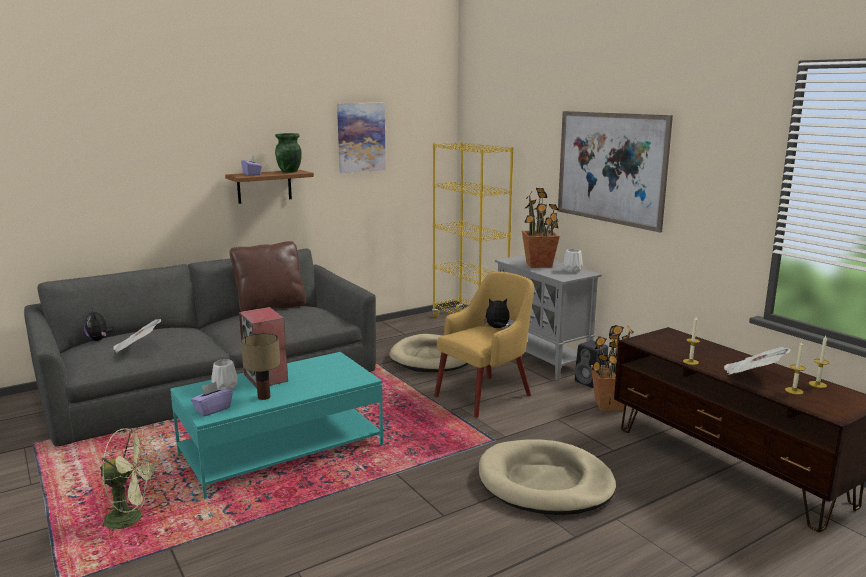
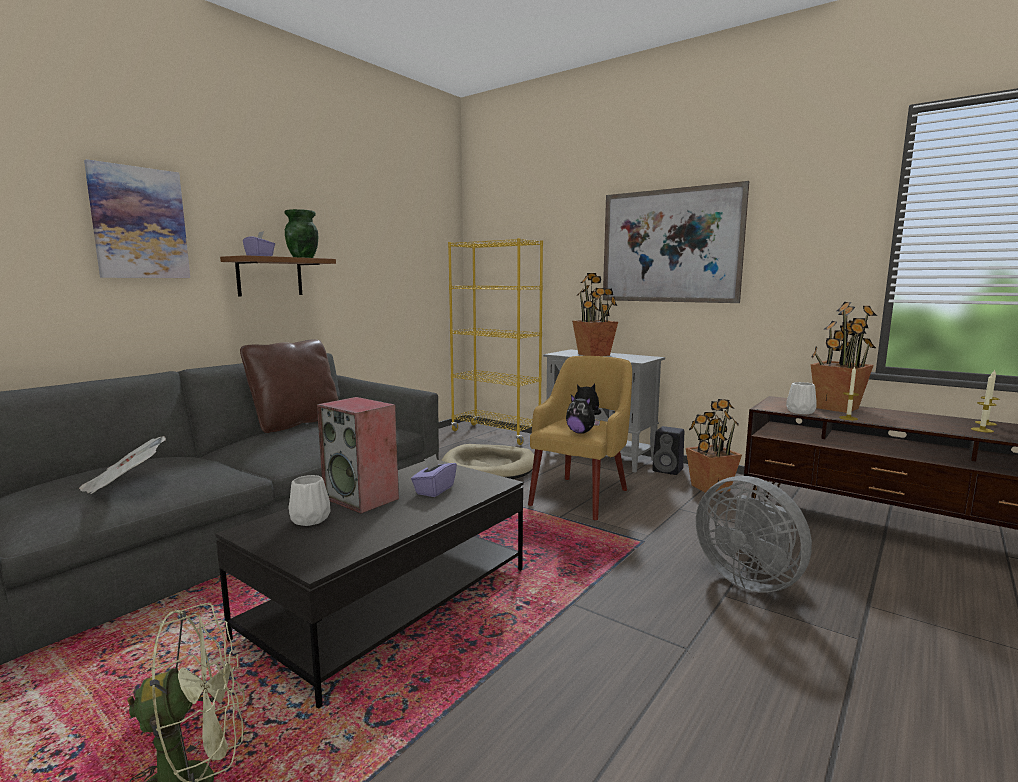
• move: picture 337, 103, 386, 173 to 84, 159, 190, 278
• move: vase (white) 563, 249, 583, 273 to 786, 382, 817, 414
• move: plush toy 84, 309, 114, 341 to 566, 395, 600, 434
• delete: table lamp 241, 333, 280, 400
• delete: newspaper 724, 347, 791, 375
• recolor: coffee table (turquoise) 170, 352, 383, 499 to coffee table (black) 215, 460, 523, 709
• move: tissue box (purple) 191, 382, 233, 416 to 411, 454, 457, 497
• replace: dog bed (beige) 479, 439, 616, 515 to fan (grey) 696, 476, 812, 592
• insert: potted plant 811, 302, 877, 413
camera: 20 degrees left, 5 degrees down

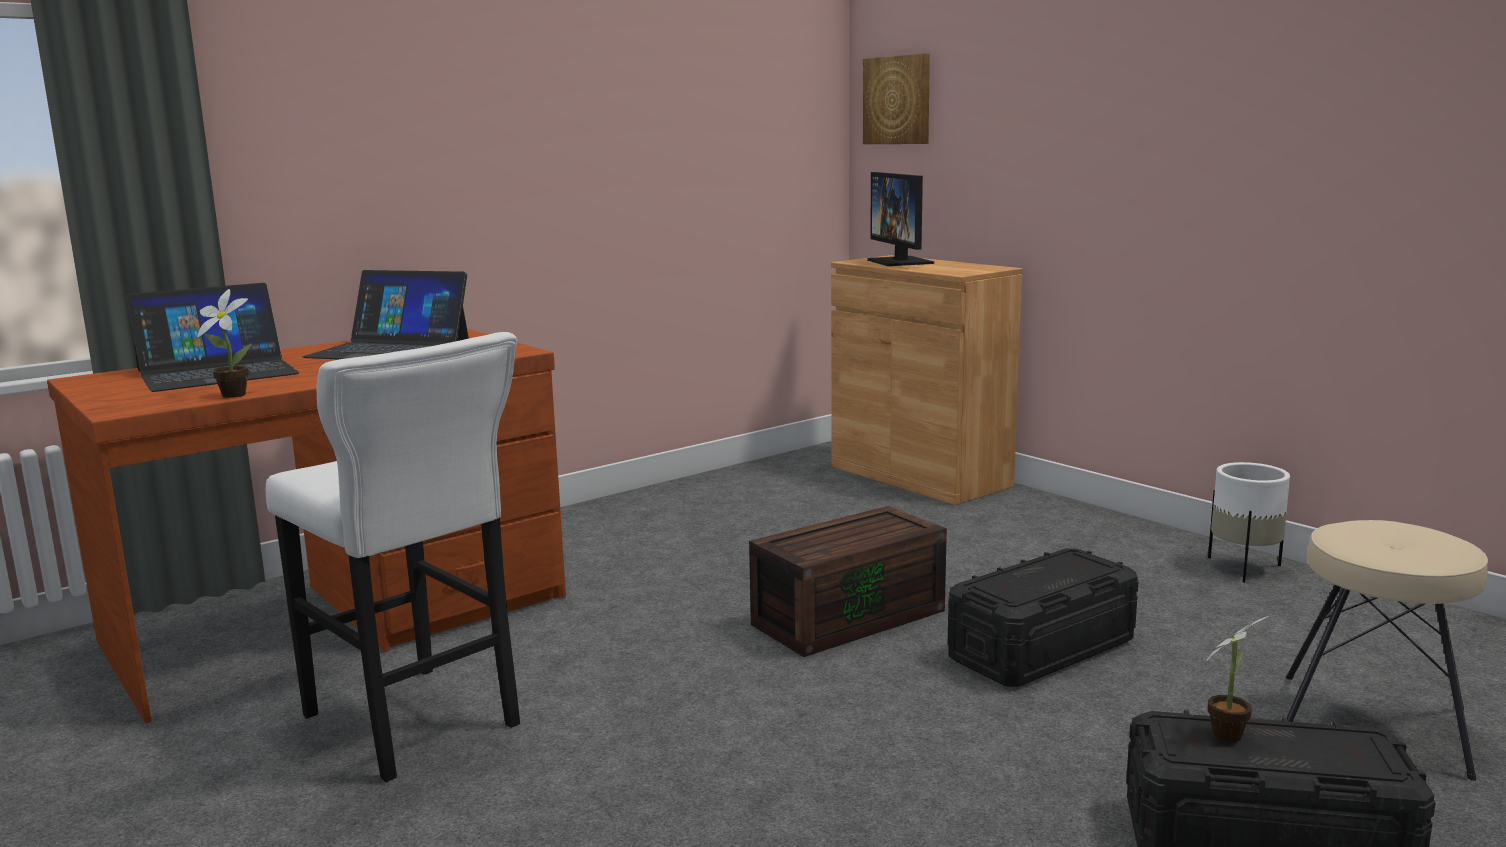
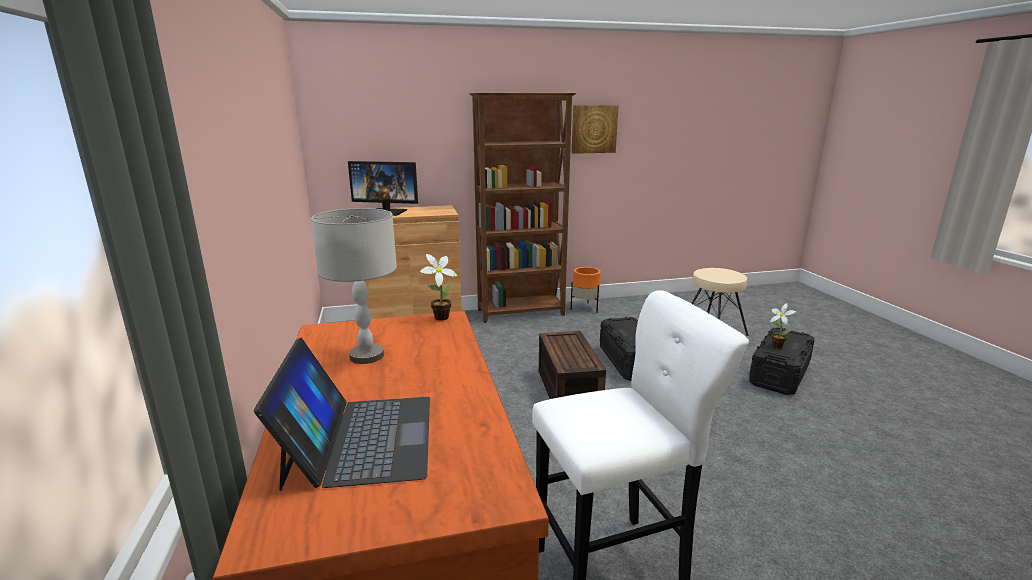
• move: picture 863, 53, 930, 144 to 572, 105, 619, 154
• replace: laptop 302, 270, 469, 359 to table lamp (grey) 311, 208, 397, 364
• move: potted plant 197, 289, 252, 398 to 420, 254, 457, 321
• recolor: planter (white) 1208, 462, 1290, 583 to planter (orange) 571, 267, 601, 313
• insert: bookcase (brown) 469, 93, 577, 323
camera: 65 degrees left, 5 degrees up

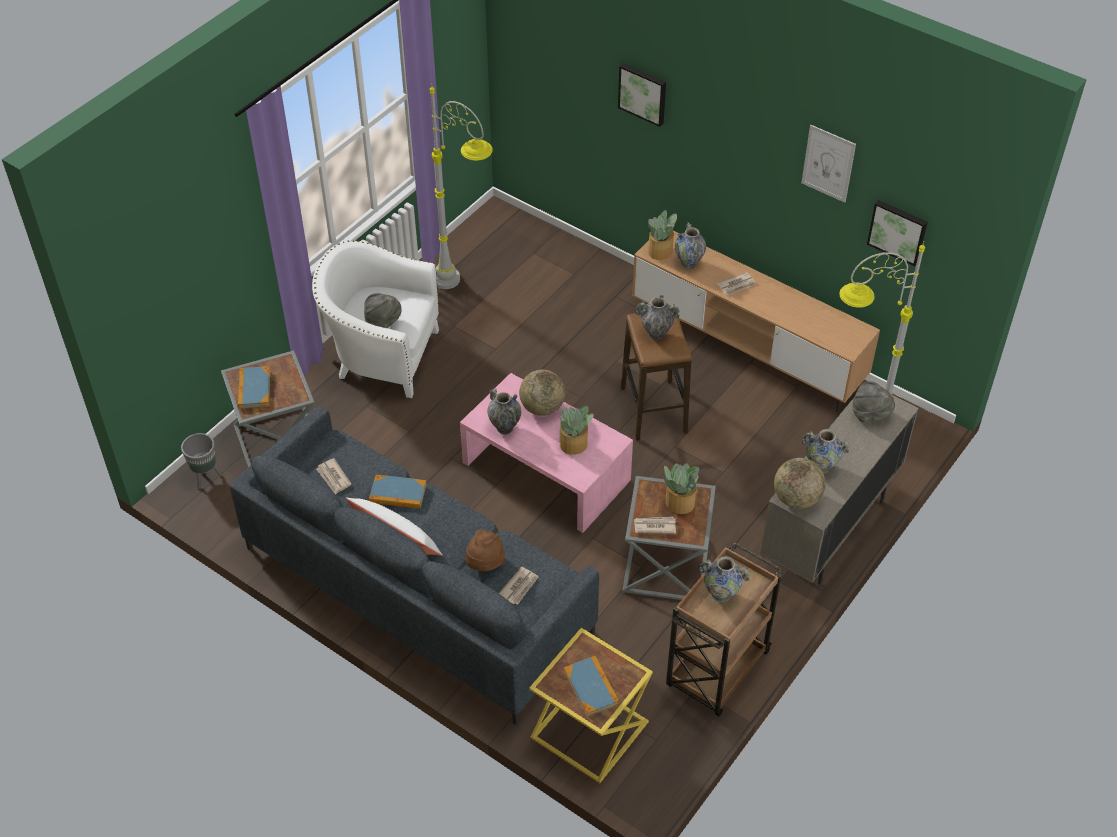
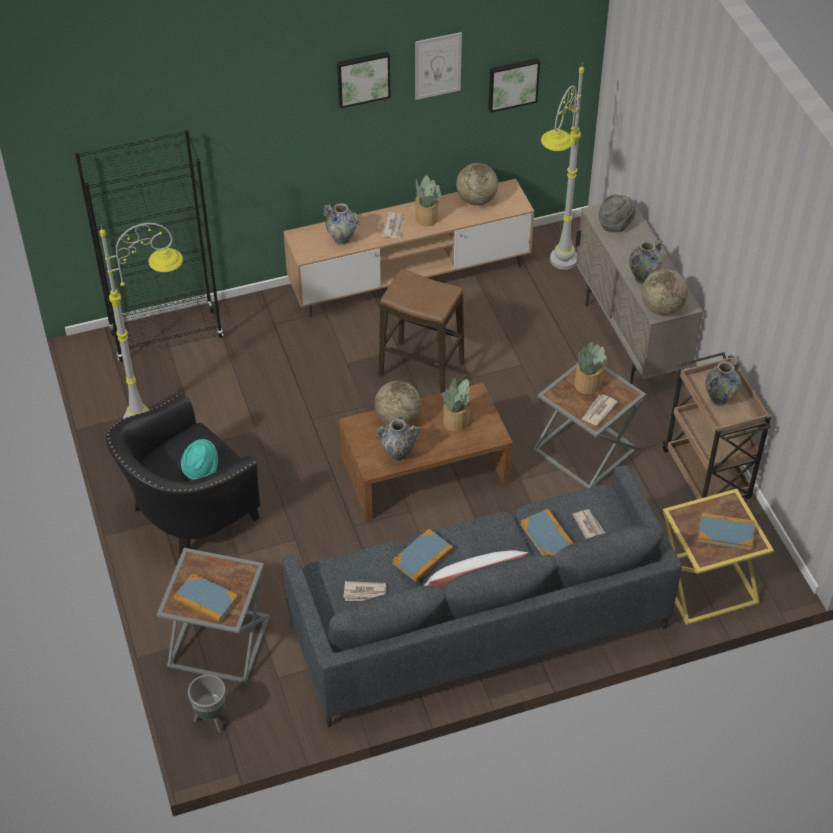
• move: picture 618, 63, 666, 127 to 337, 52, 391, 108
• move: potted plant 648, 210, 677, 260 to 415, 175, 441, 227
• recolor: armchair (white) 312, 241, 439, 398 to armchair (black) 106, 393, 260, 556
• recolor: hat (grey) 364, 293, 402, 328 to hat (turquoise) 181, 439, 218, 480
• delete: vase 636, 295, 680, 340
• recolor: coffee table (pink) 460, 373, 633, 533 to coffee table (brown) 339, 383, 512, 521
• replace: hat (brown) 465, 530, 505, 571 to book 520, 509, 573, 556
• insert: bookcase (black) 75, 130, 223, 361
• insert: globe 456, 163, 498, 206
camera: 55 degrees left, 0 degrees up

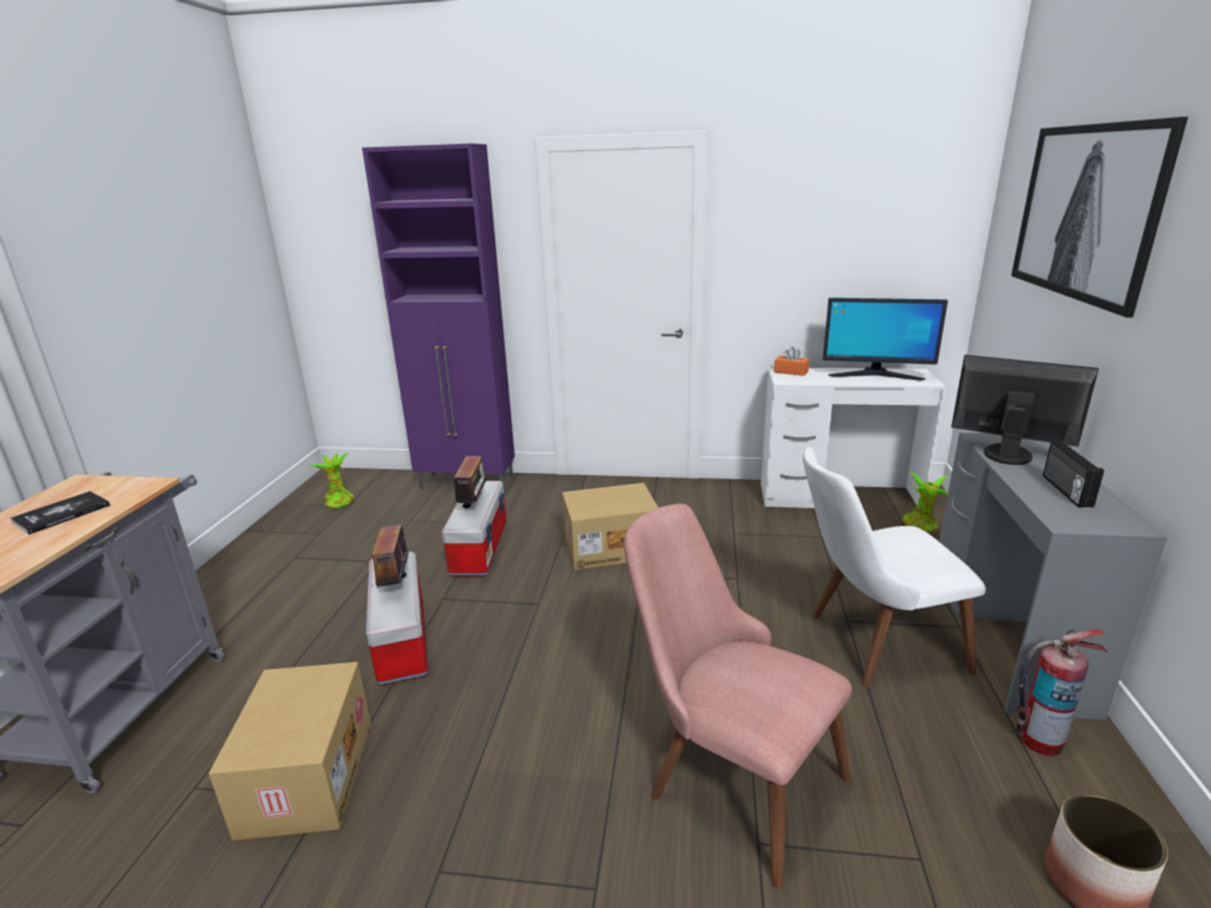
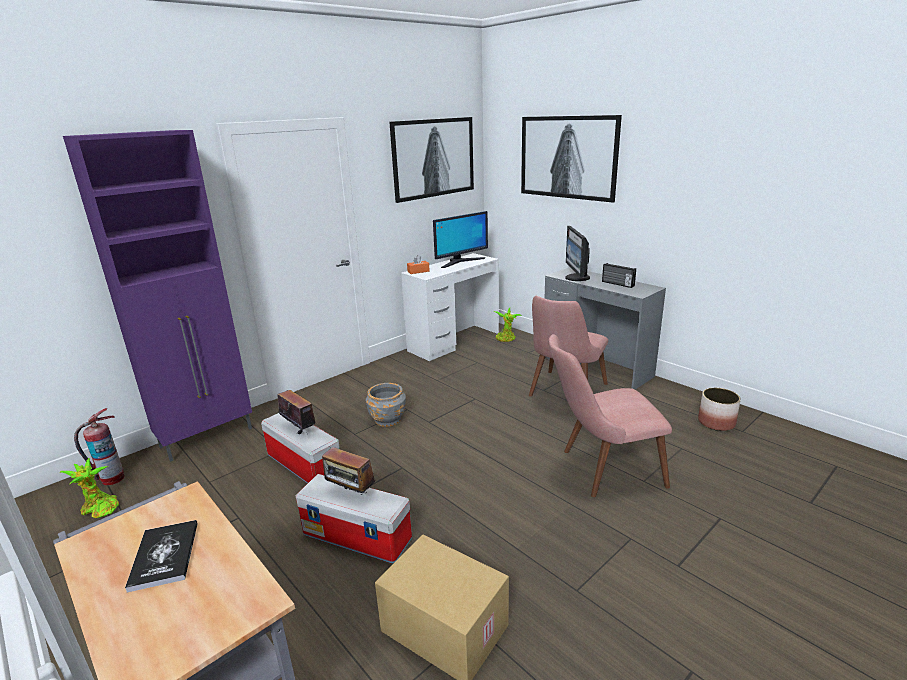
• rotate: monitor 951, 355, 1099, 465 = 565, 226, 590, 281 75 degrees counterclockwise
• recolor: chair (white) 803, 447, 986, 687 to chair (pink) 529, 296, 608, 397
• replace: cardboard box 562, 483, 659, 570 to planter (grey) 366, 383, 406, 427
• move: fire extinguisher 1016, 630, 1108, 757 to 74, 408, 125, 485
• insert: picture 389, 117, 474, 203
camera: 50 degrees left, 0 degrees up

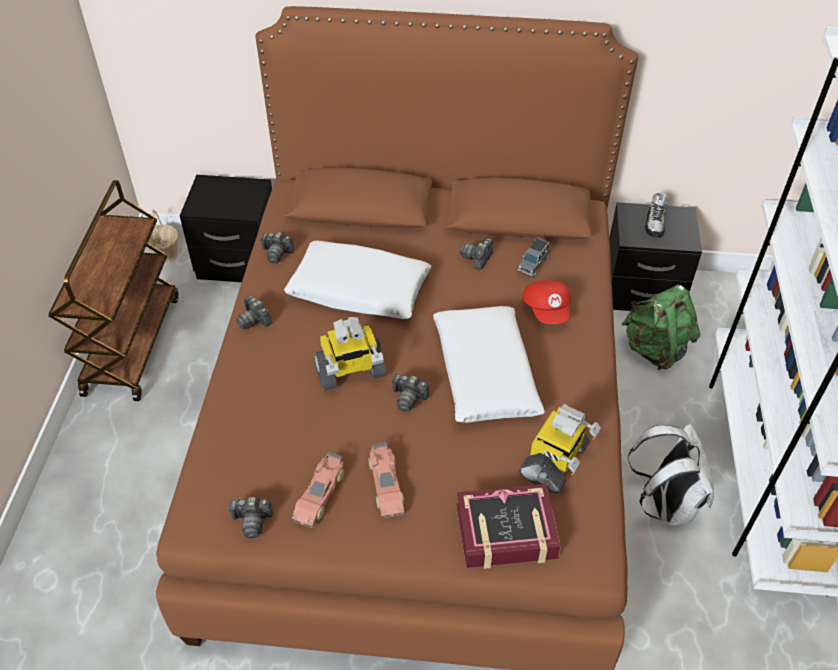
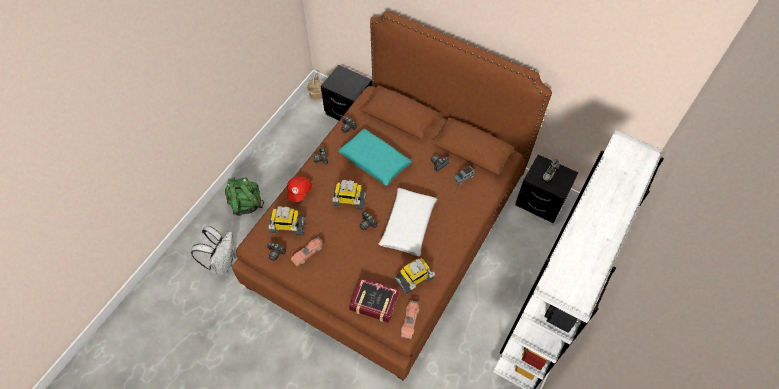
• delete: cart (brown) 48, 180, 178, 401
• recolor: pillow (white) 284, 241, 431, 319 to pillow (turquoise) 339, 129, 412, 186
• move: cap (red) 522, 280, 572, 324 to 287, 176, 312, 202
• move: backpack (green) 621, 285, 700, 370 to 225, 177, 264, 216
• move: backpack (white) 628, 424, 714, 526 to 191, 226, 234, 275
• move: toy car 368, 443, 404, 518 to 401, 300, 419, 339
• insert: toy robot 269, 206, 305, 235
camera: 25 degrees right, 10 degrees up

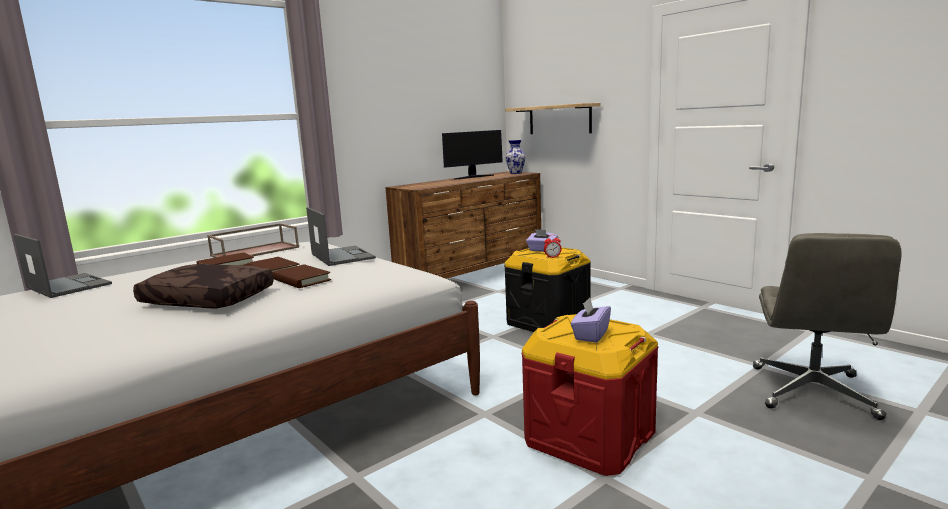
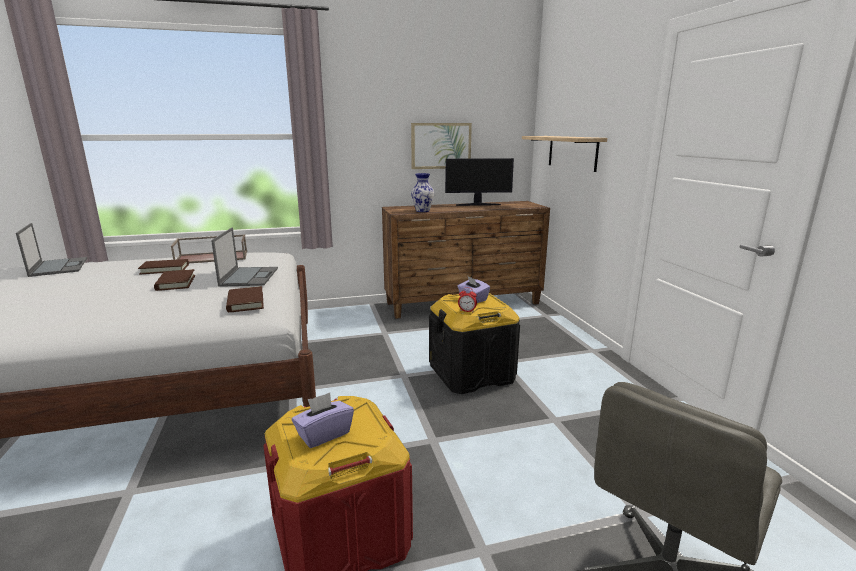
• move: vase 505, 140, 526, 174 to 411, 173, 434, 212
• delete: pillow (brown) 133, 264, 274, 309
• move: book (brown) 272, 264, 331, 288 to 226, 286, 264, 313
• insert: picture 411, 123, 472, 169
camera: 25 degrees right, 5 degrees up

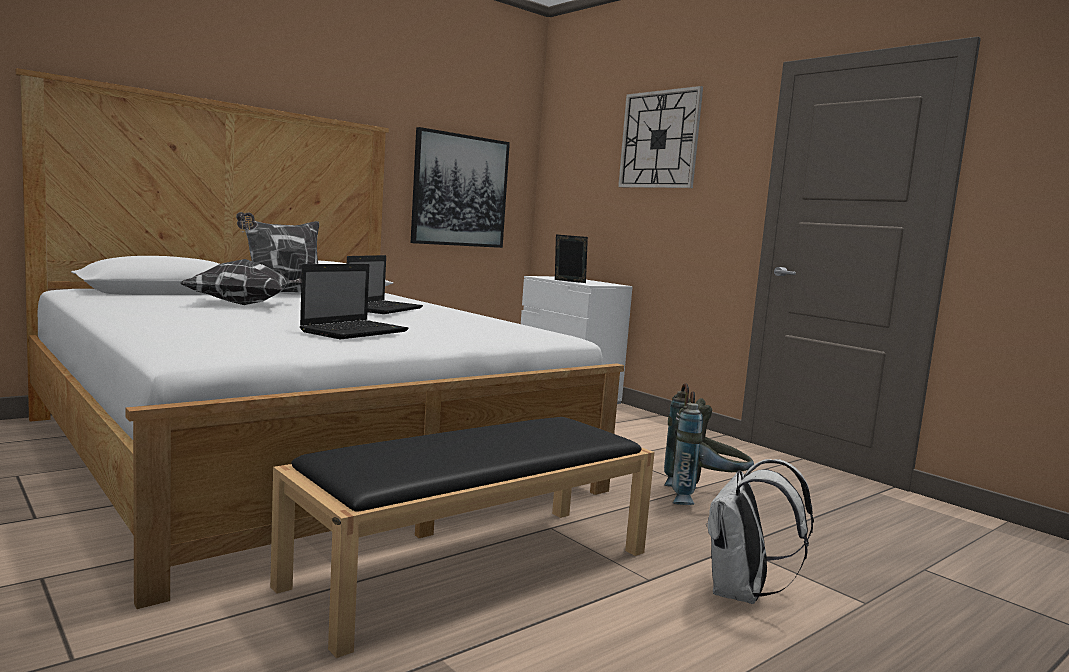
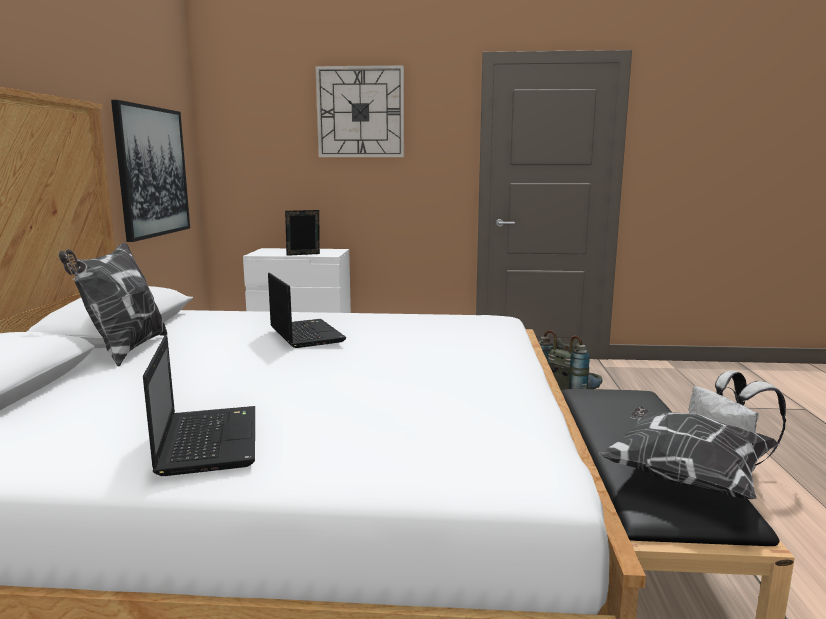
• move: pillow 181, 259, 301, 305 to 599, 407, 779, 499
• move: laptop 300, 264, 409, 339 to 143, 335, 255, 476
camera: 45 degrees left, 5 degrees up

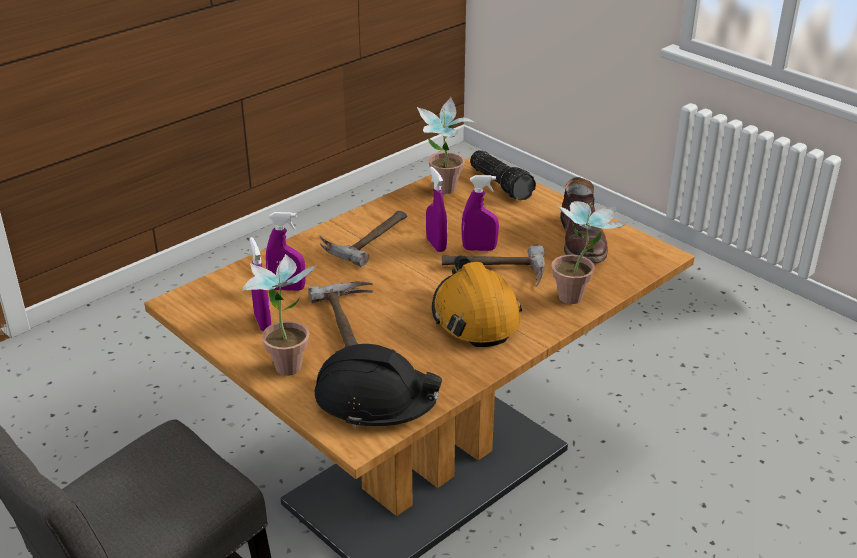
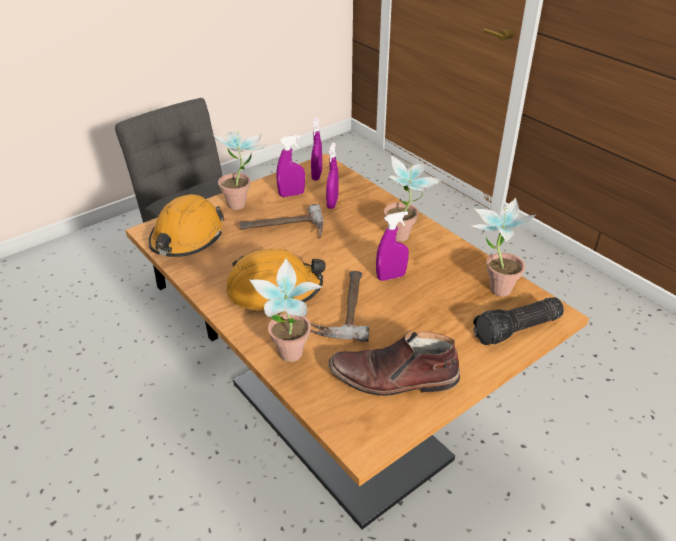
• move: spray bottle (purple) 462, 175, 499, 251 to 311, 117, 322, 180
• replace: hammer 320, 211, 407, 267 to potted plant 384, 155, 443, 242
• recolor: hard hat (black) 315, 344, 442, 428 to hard hat (orange) 149, 194, 224, 257
camera: 95 degrees right, 5 degrees up

